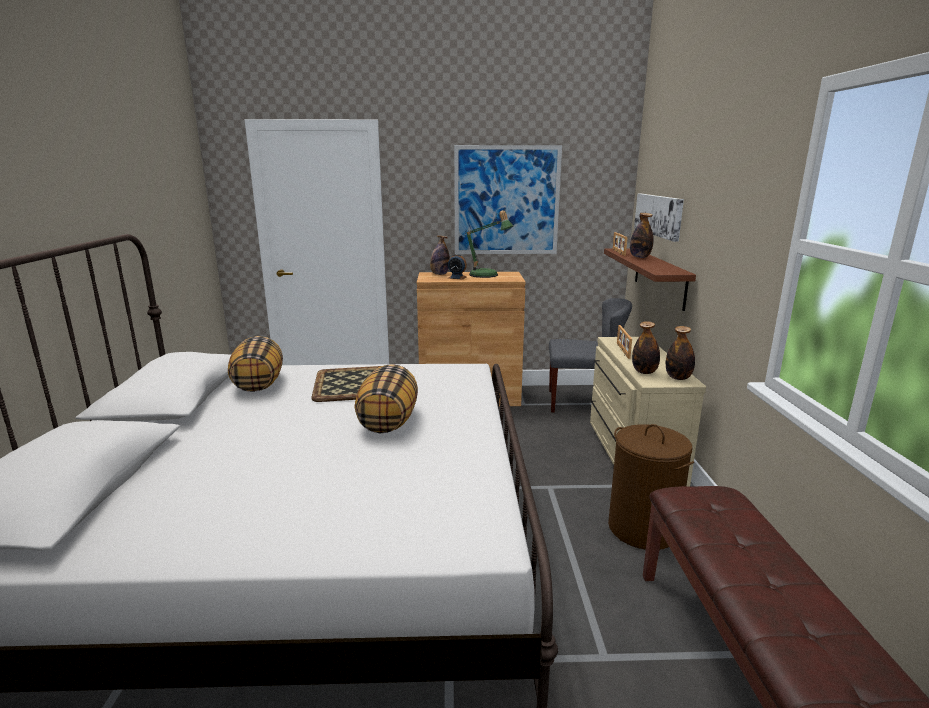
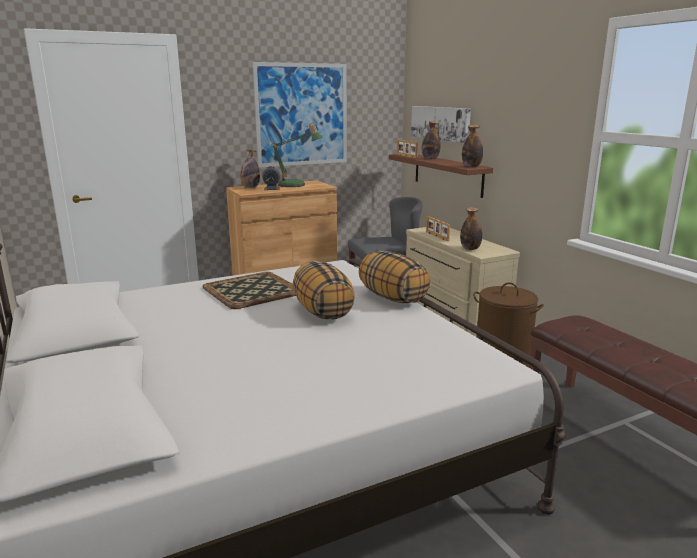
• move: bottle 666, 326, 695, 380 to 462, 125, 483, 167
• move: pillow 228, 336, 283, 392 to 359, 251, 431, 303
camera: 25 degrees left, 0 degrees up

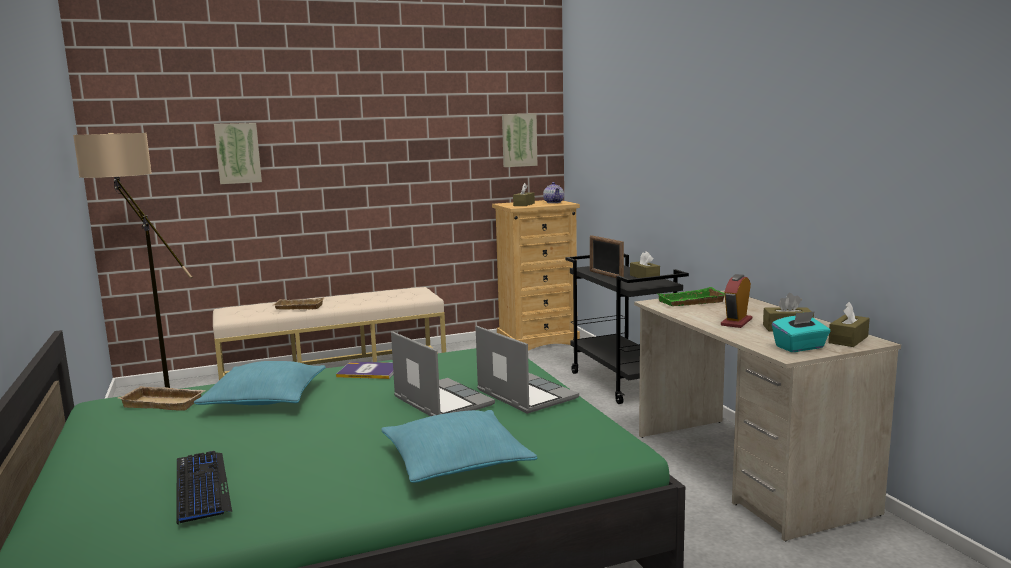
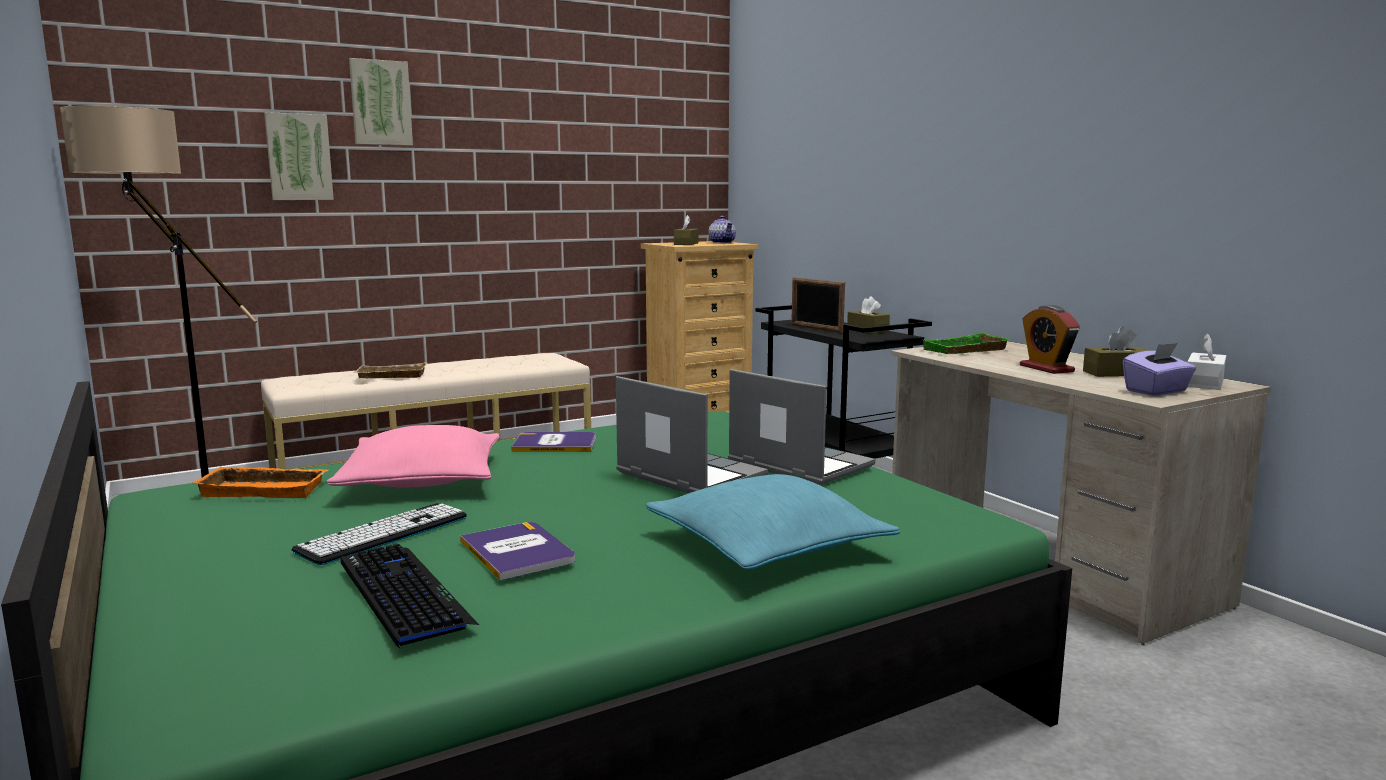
• move: picture 502, 113, 537, 167 to 349, 58, 413, 146
• rotate: alarm clock 721, 274, 752, 328 = 1020, 305, 1080, 374 45 degrees counterclockwise
• recolor: tissue box (brown) 828, 302, 870, 347 to tissue box (white) 1187, 333, 1226, 390
• recolor: tissue box (turquoise) 772, 311, 830, 352 to tissue box (purple) 1123, 343, 1196, 396
• recolor: pillow (turquoise) 194, 361, 326, 405 to pillow (pink) 326, 425, 500, 487
• recolor: tray (beige) 118, 386, 206, 411 to tray (orange) 192, 467, 328, 498
• insert: keyboard 292, 503, 467, 565
• insert: book 460, 522, 575, 580
camera: 10 degrees left, 0 degrees up

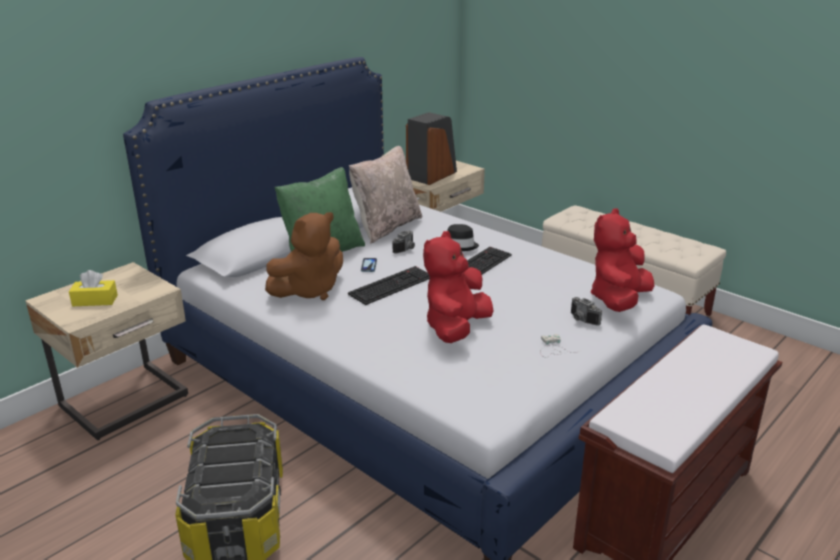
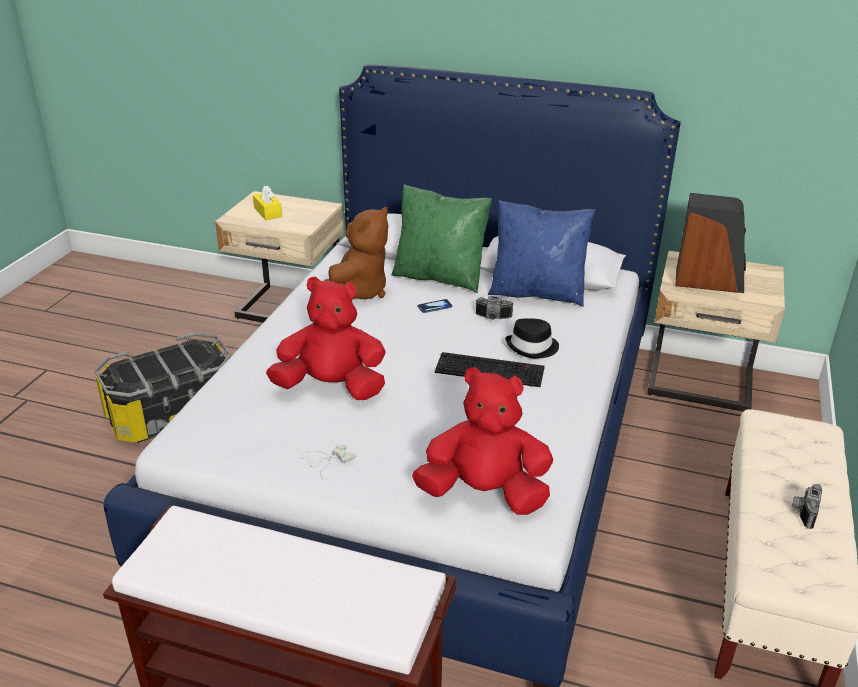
• recolor: pillow (beige) 349, 146, 422, 244 to pillow (blue) 488, 200, 595, 307
• rotate: plush toy (brown) 265, 212, 343, 300 = 324, 207, 388, 299 90 degrees counterclockwise
• delete: keyboard 348, 266, 430, 305
• move: photo camera 571, 297, 602, 325 to 792, 484, 822, 529
camera: 65 degrees right, 5 degrees up

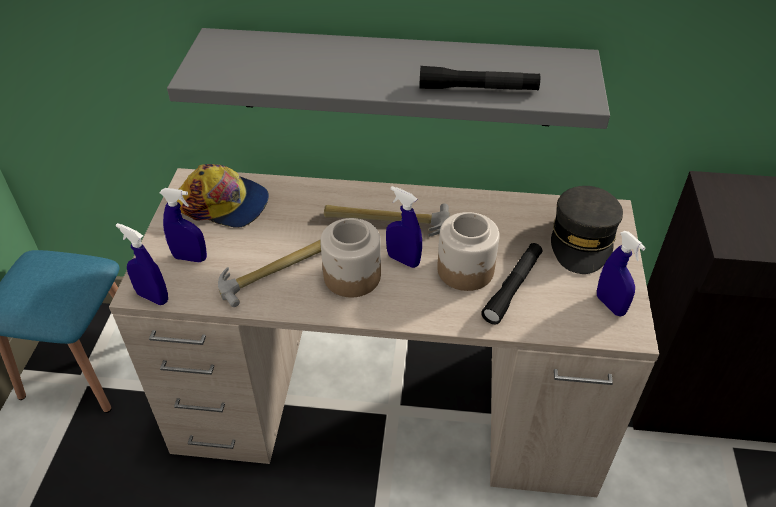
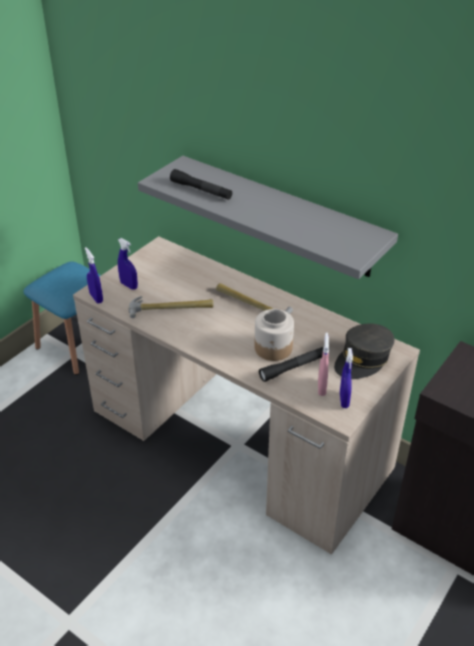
• move: flashlight (black) 419, 66, 540, 90 to 170, 169, 232, 200
• delete: cap 177, 164, 269, 228
• delete: spray bottle (blue) 386, 186, 422, 268
• delete: jar 320, 218, 381, 297
• insert: spray bottle (pink) 318, 333, 329, 396
camera: 30 degrees right, 5 degrees down

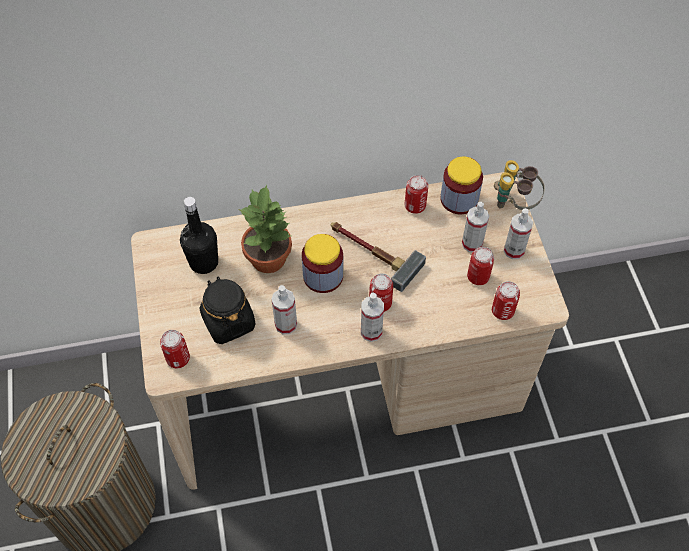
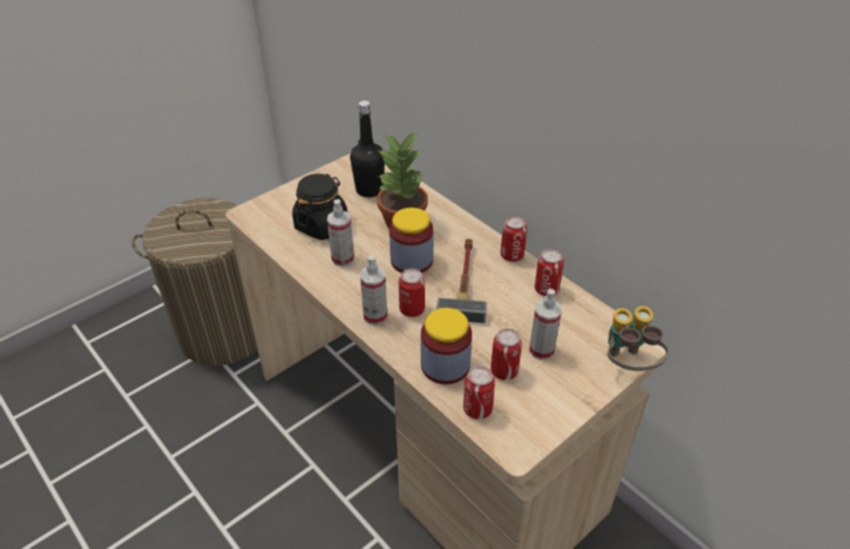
• move: jar 440, 157, 483, 214 to 421, 308, 472, 384
• delete: spray bottle 504, 208, 533, 259
• move: can 160, 330, 190, 368 to 500, 216, 527, 262
camera: 60 degrees right, 15 degrees down

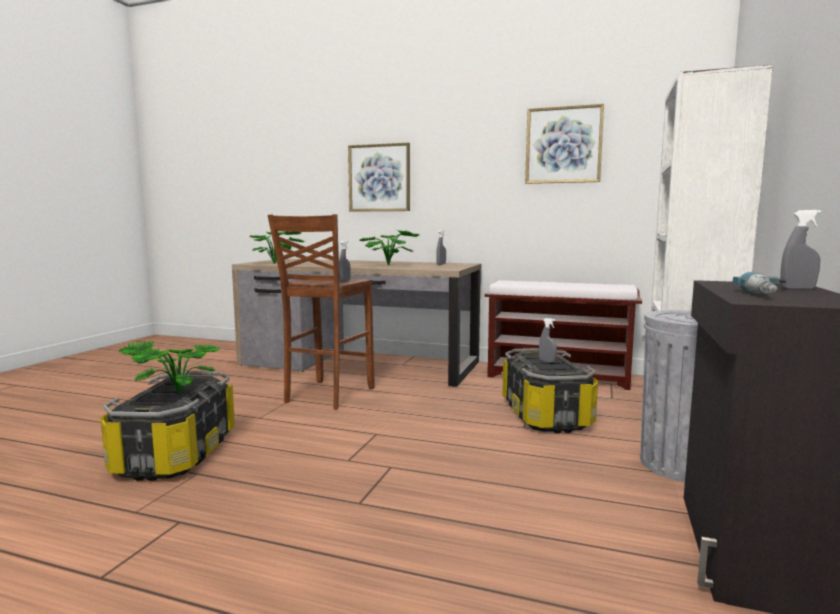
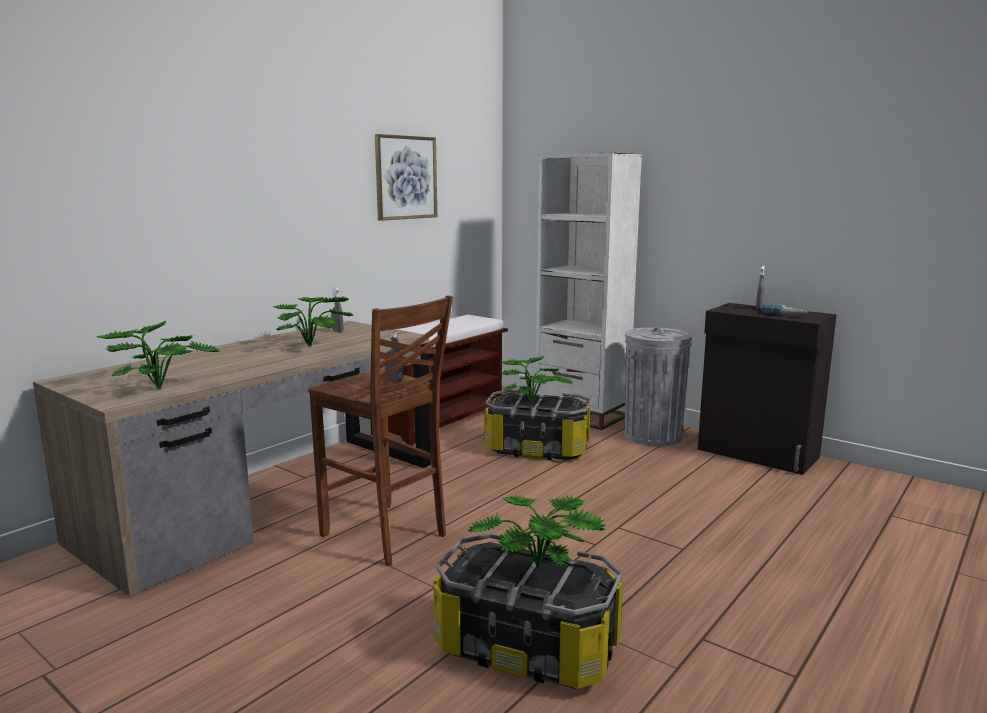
• delete: picture 348, 143, 410, 212
• replace: spray bottle (grey) 539, 318, 557, 363 to potted plant 501, 356, 572, 403
camera: 70 degrees left, 5 degrees up

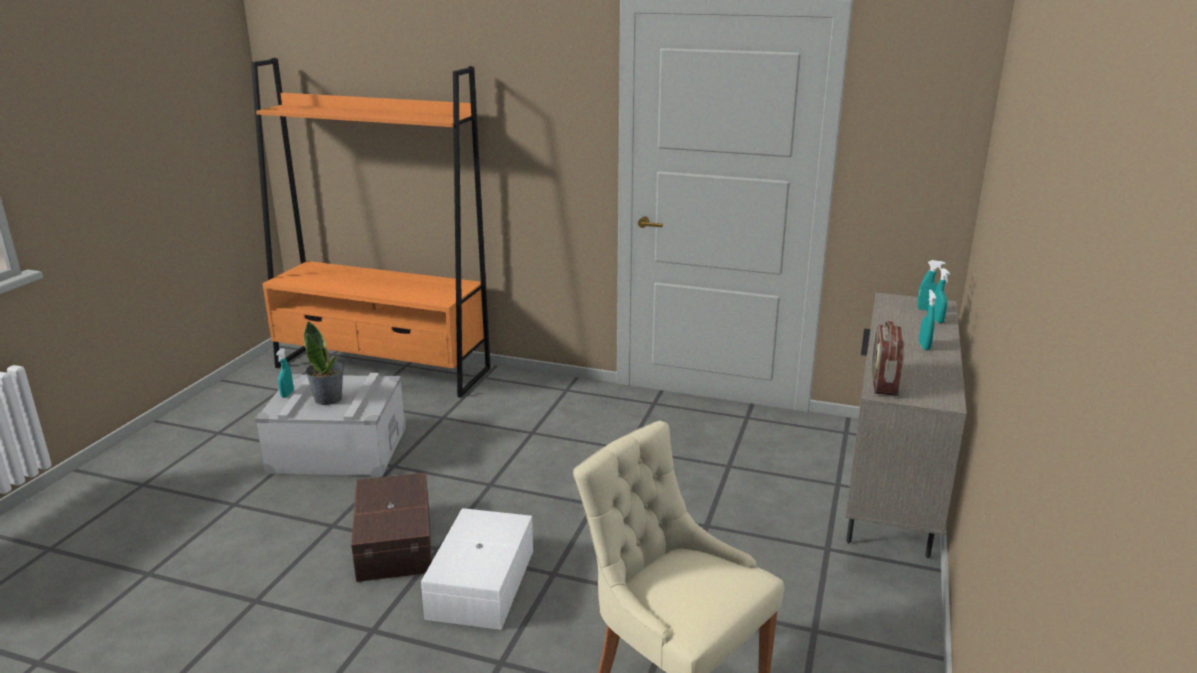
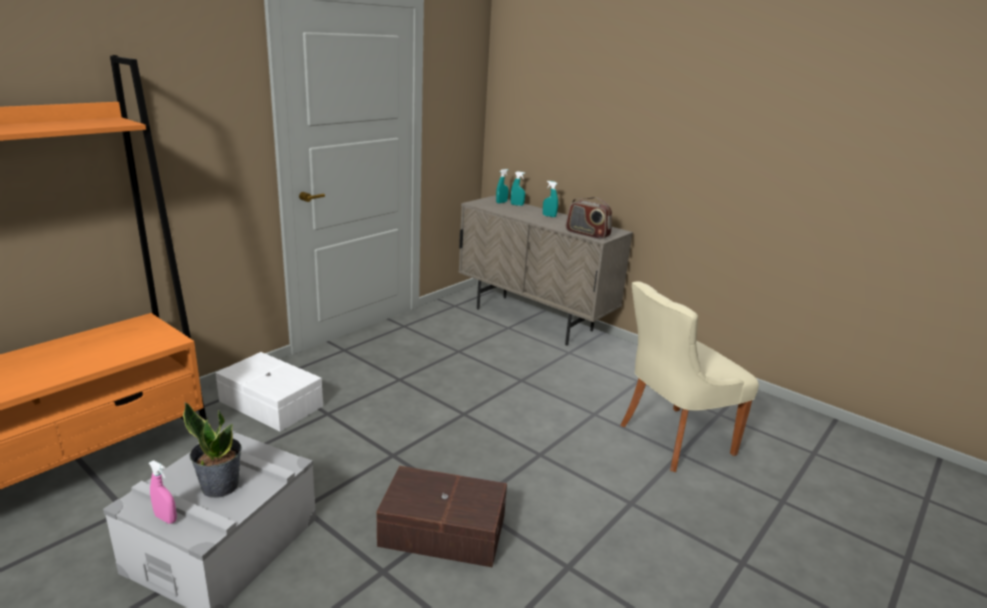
• recolor: spray bottle (turquoise) 276, 348, 294, 398 to spray bottle (pink) 149, 460, 177, 524
• move: storage box (white) 421, 508, 533, 630 to 216, 352, 323, 432
camera: 70 degrees left, 0 degrees up

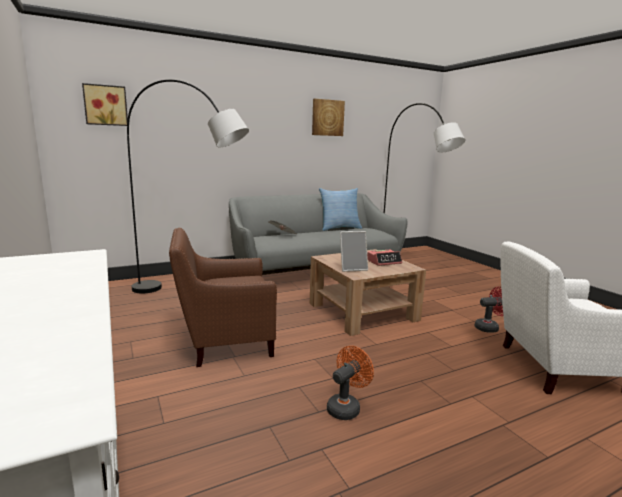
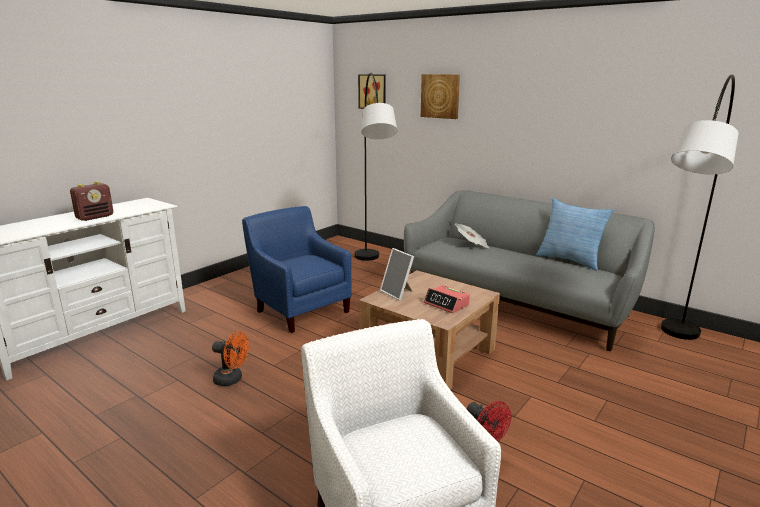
• move: picture 312, 99, 345, 136 to 421, 74, 460, 119
• recolor: armchair (brown) 169, 228, 277, 367 to armchair (blue) 242, 206, 352, 333
• insert: radio 70, 181, 113, 221
camera: 65 degrees right, 5 degrees up

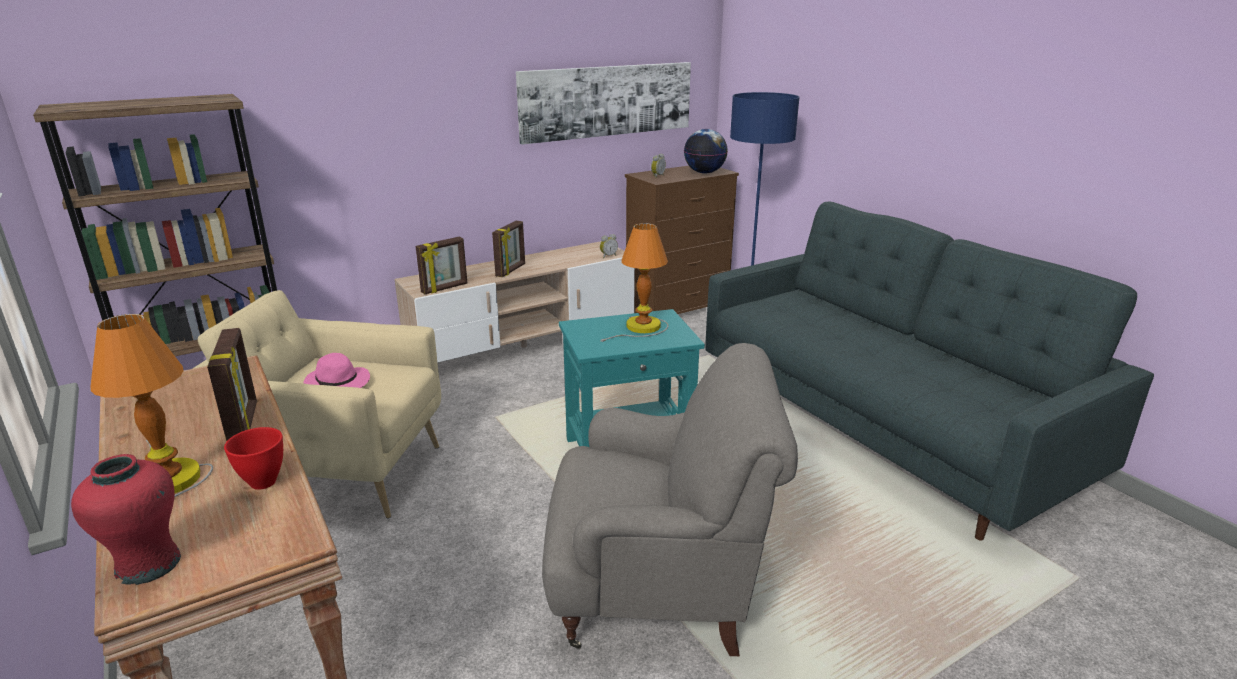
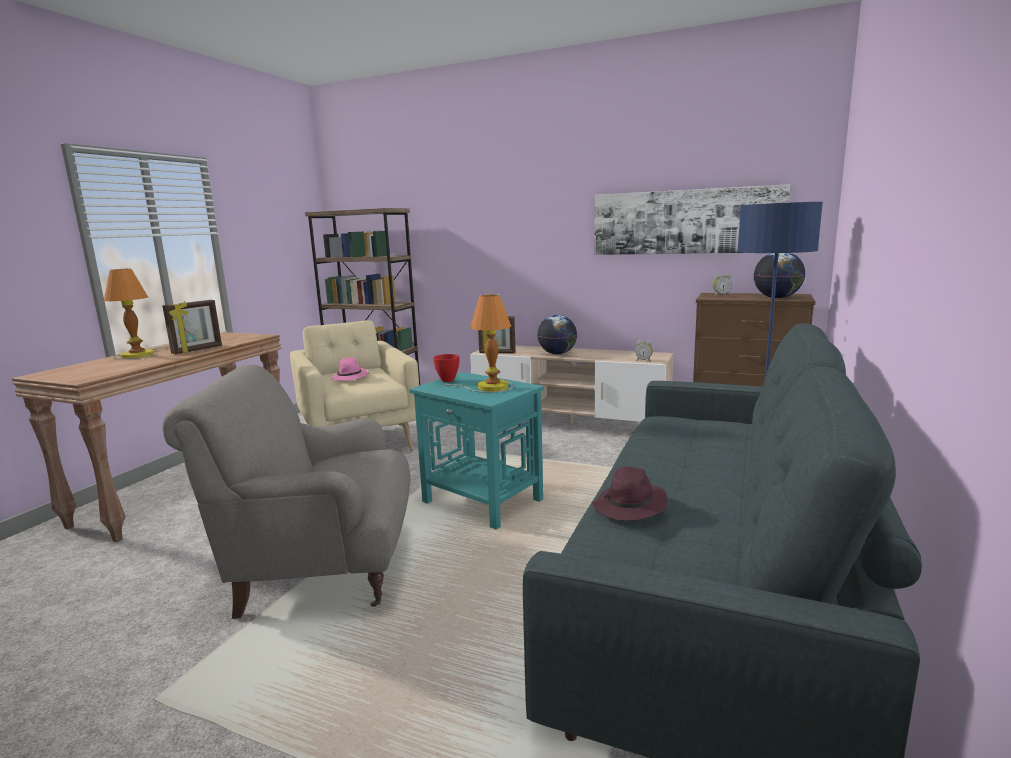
• replace: picture frame 492, 221, 525, 277 to globe 537, 315, 577, 354
• rotate: armchair (grey) 542, 343, 798, 656 = 162, 364, 410, 619 120 degrees clockwise
• move: bowl (red) 224, 427, 283, 490 to 433, 354, 460, 382
• delete: vase (red) 71, 454, 181, 585
• insert: hat (purple) 592, 467, 668, 521
camera: 55 degrees right, 10 degrees down

